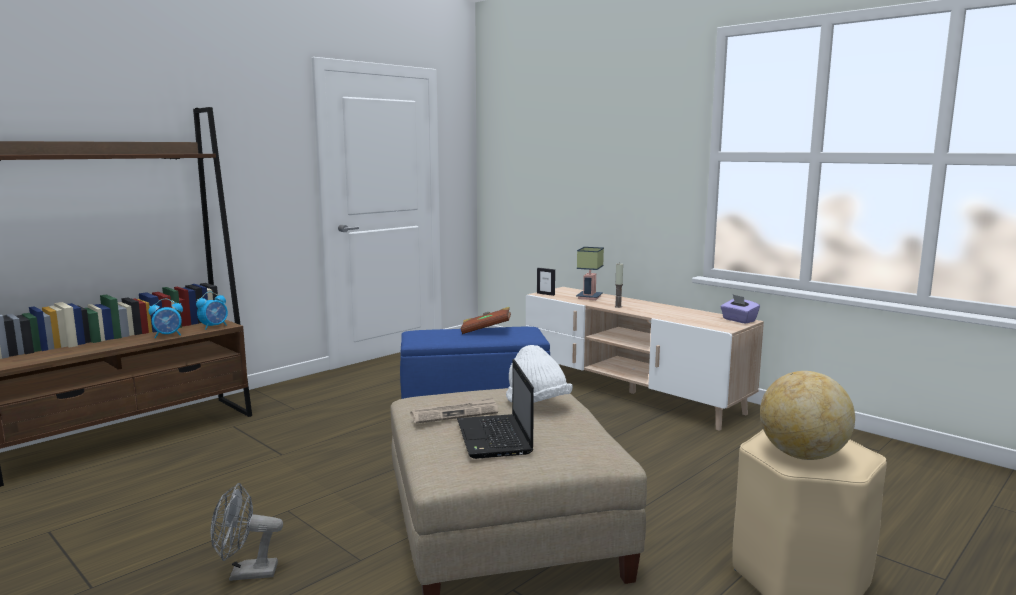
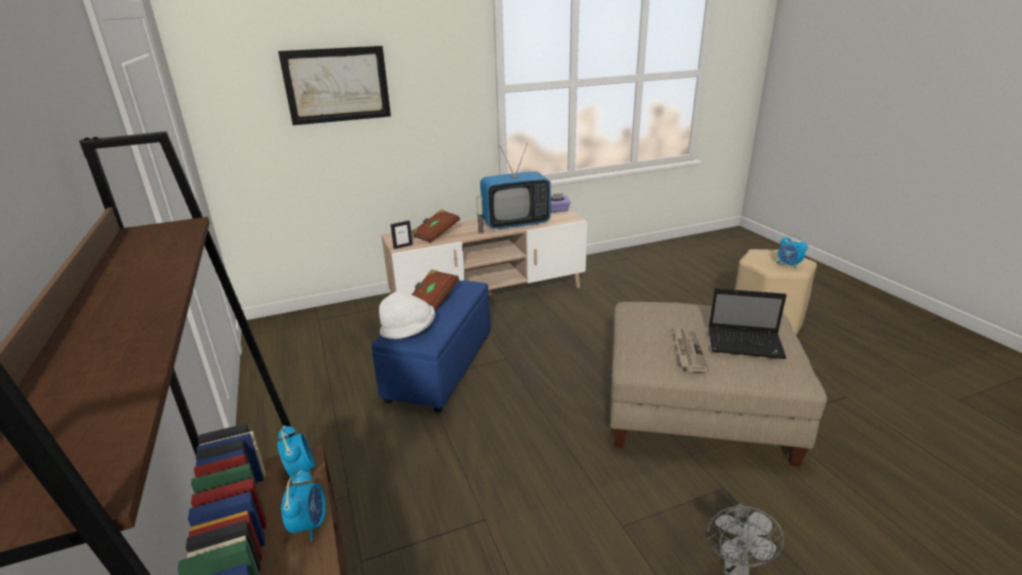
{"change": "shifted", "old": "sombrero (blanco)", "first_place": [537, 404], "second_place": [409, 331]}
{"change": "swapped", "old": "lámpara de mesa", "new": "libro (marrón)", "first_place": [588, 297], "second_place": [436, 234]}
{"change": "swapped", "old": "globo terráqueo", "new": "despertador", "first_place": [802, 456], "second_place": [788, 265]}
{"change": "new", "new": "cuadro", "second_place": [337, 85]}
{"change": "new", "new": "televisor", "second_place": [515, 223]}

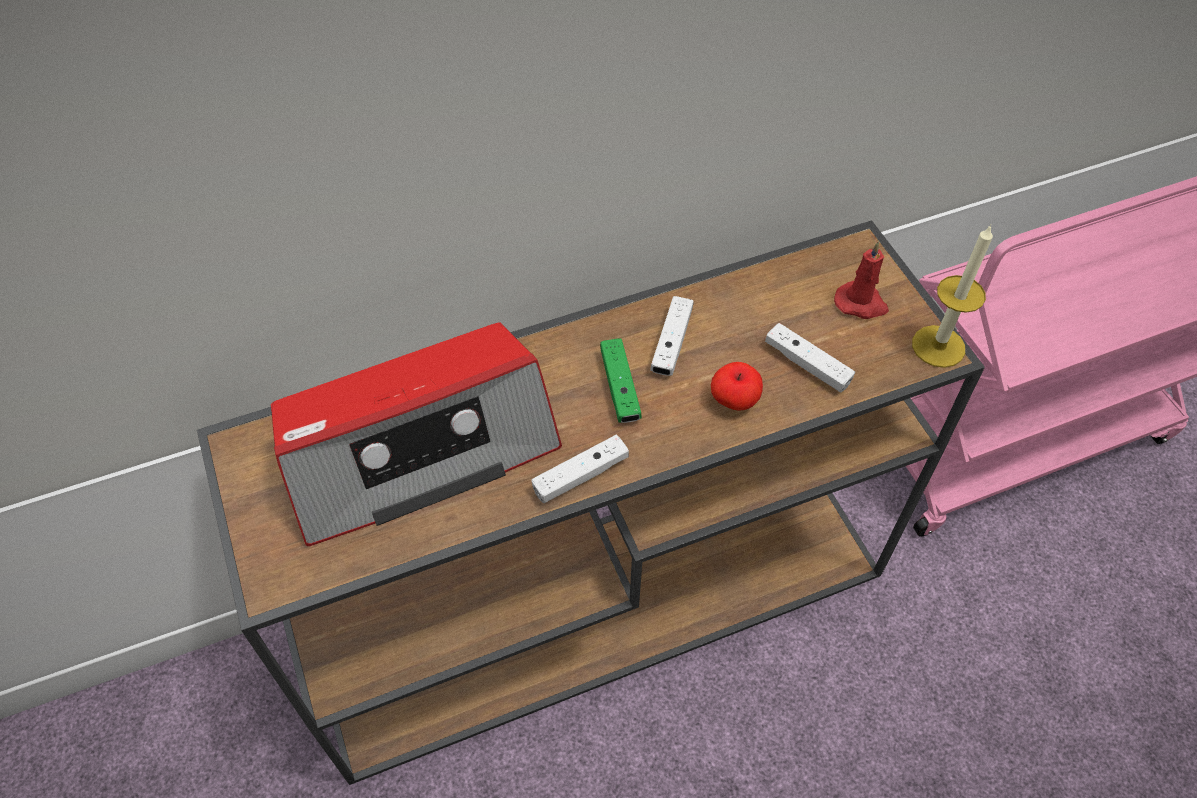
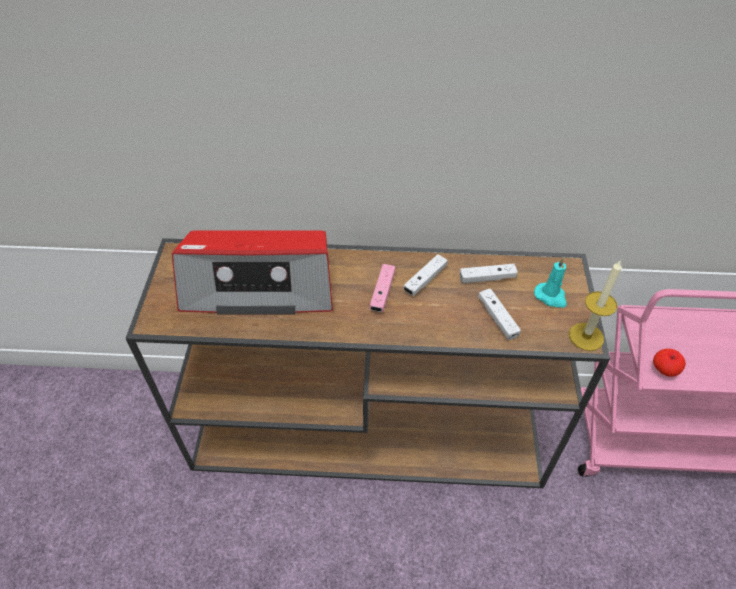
{"change": "shifted", "old": "mando de consola (blanco)", "first_place": [580, 475], "second_place": [487, 278]}
{"change": "repainted", "old": "mando de consola (verde)", "new": "mando de consola (rosa)", "first_place": [620, 387], "second_place": [382, 292]}
{"change": "shifted", "old": "manzana", "first_place": [734, 400], "second_place": [664, 370]}
{"change": "repainted", "old": "vela (rojo)", "new": "vela (turquesa)", "first_place": [861, 303], "second_place": [551, 297]}

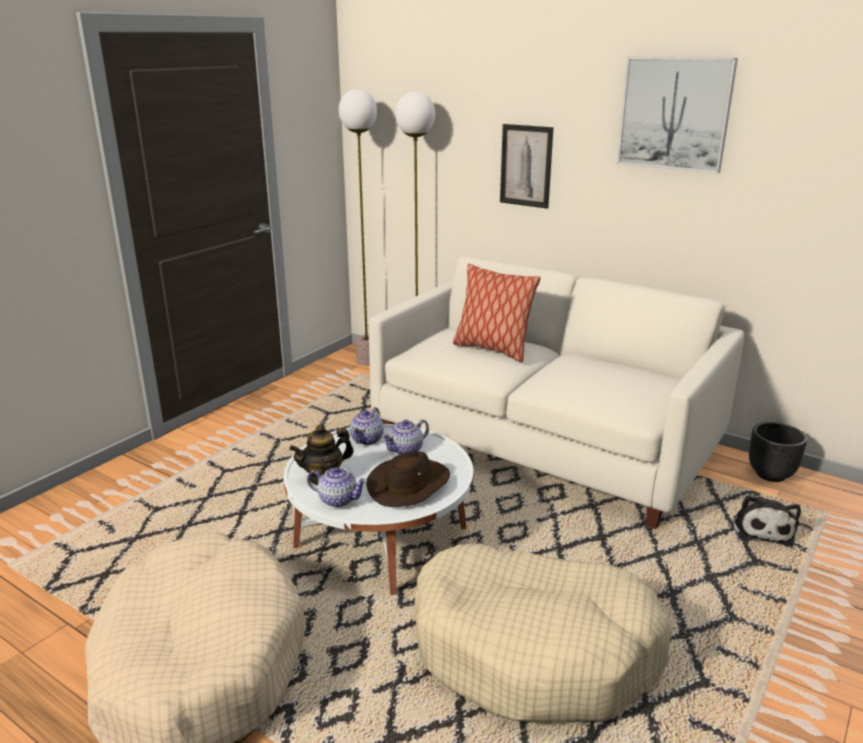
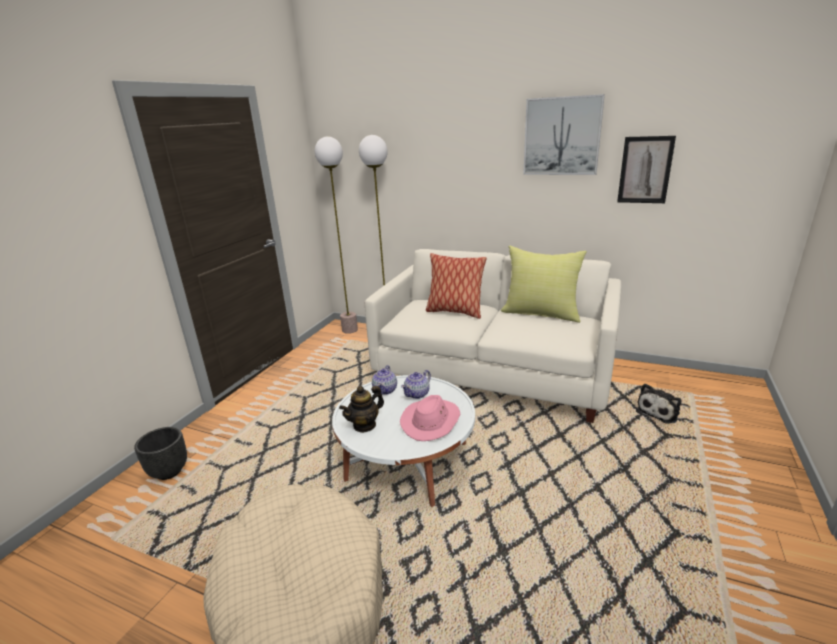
{"change": "gone", "old": "tetera", "first_place": [337, 499]}
{"change": "repainted", "old": "sombrero (marrón)", "new": "sombrero (rosa)", "first_place": [409, 485], "second_place": [431, 421]}
{"change": "gone", "old": "cama para perro (beis)", "first_place": [535, 650]}
{"change": "shifted", "old": "cuadro", "first_place": [526, 166], "second_place": [645, 170]}
{"change": "rotated", "old": "peluche", "first_place": [762, 529], "second_place": [659, 411], "degrees": 45}
{"change": "shifted", "old": "maceta (negro)", "first_place": [771, 475], "second_place": [170, 471]}
{"change": "new", "new": "cojín (amarillo)", "second_place": [541, 313]}

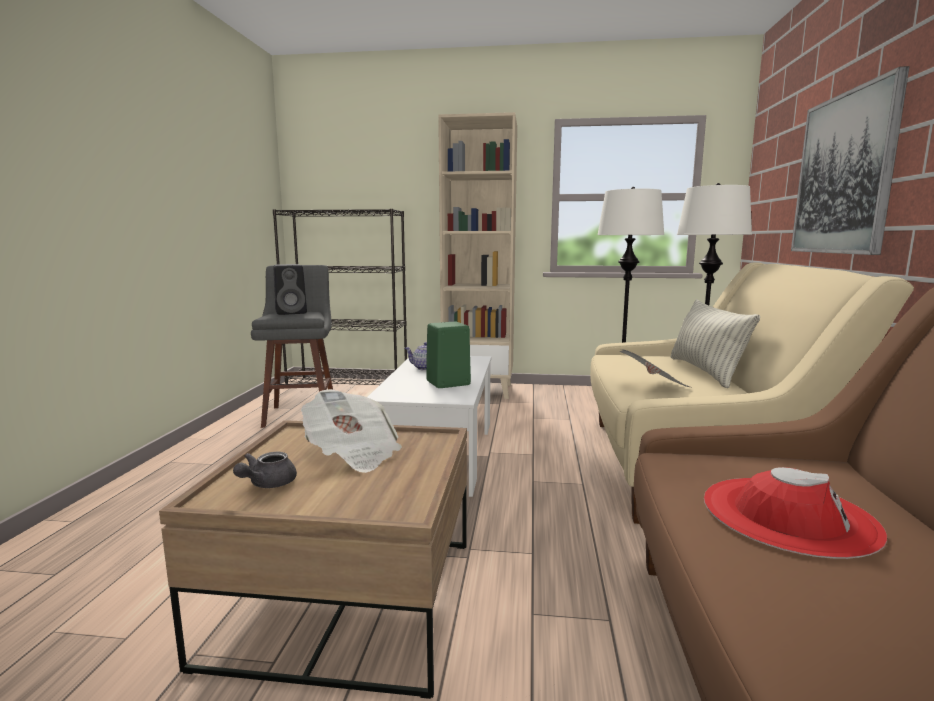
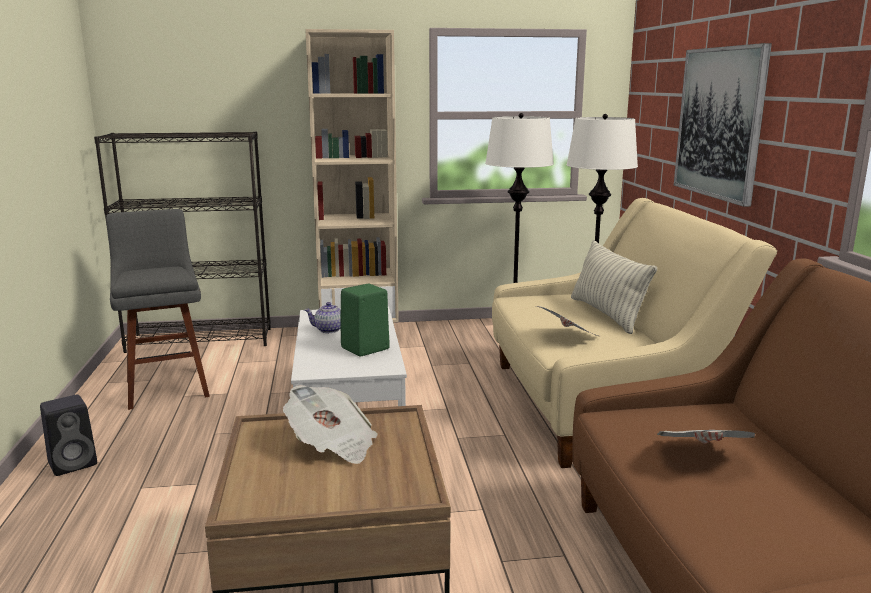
{"change": "gone", "old": "tetera (gris)", "first_place": [267, 484]}
{"change": "shifted", "old": "altavoz (negro)", "first_place": [292, 312], "second_place": [74, 463]}
{"change": "swapped", "old": "sombrero (rojo)", "new": "periódico", "first_place": [788, 515], "second_place": [701, 457]}

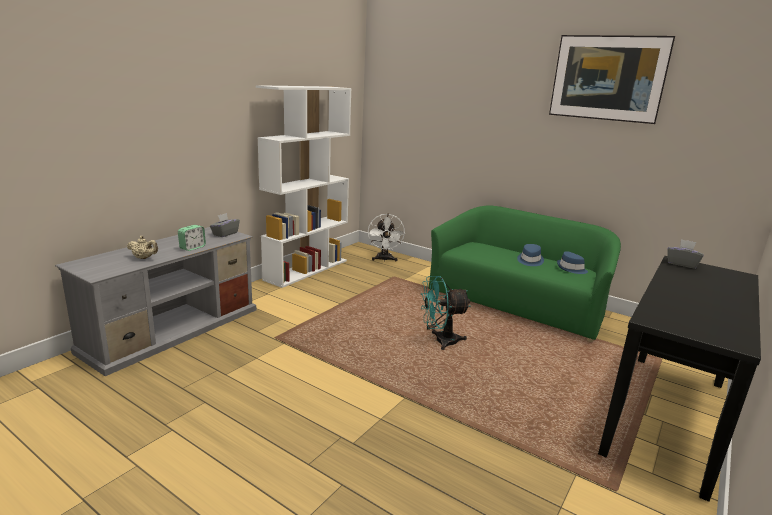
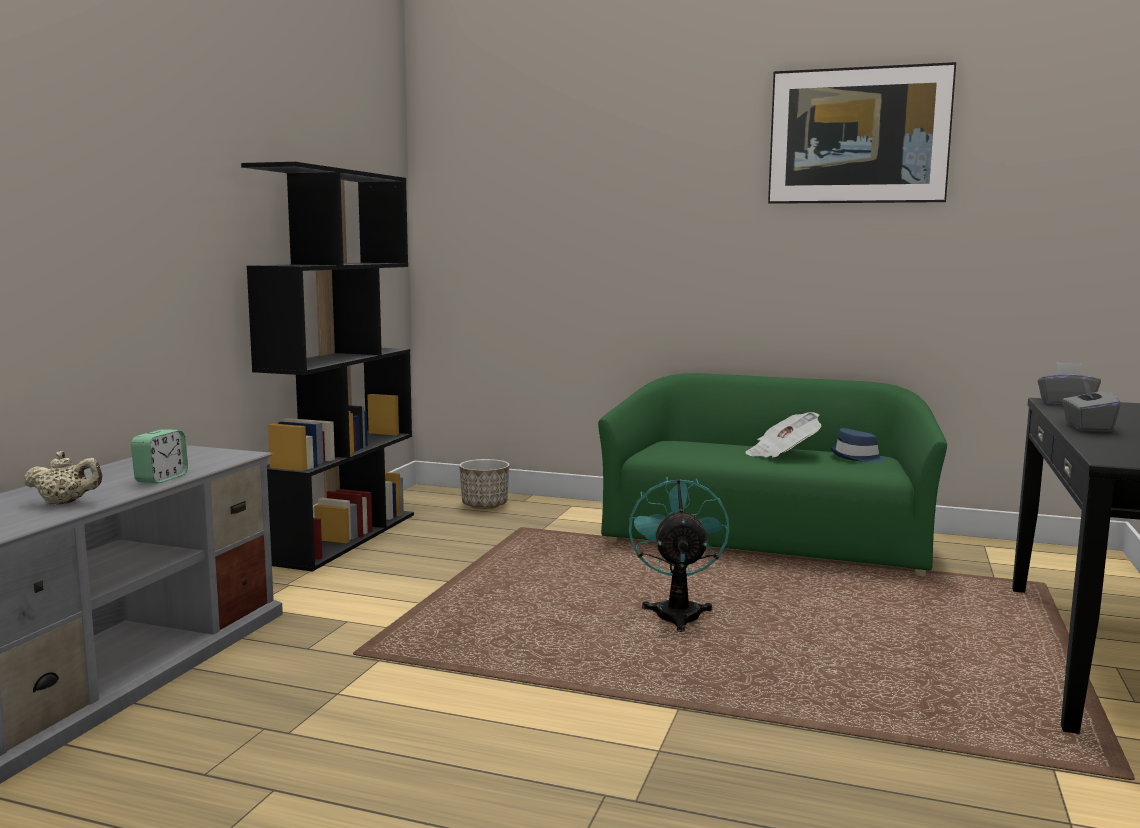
{"change": "shifted", "old": "caja de pañuelos (gris)", "first_place": [225, 234], "second_place": [1087, 427]}
{"change": "repainted", "old": "estantería (blanco)", "new": "estantería (negro)", "first_place": [306, 270], "second_place": [344, 537]}
{"change": "swapped", "old": "ventilador (blanco)", "new": "maceta", "first_place": [384, 260], "second_place": [485, 505]}
{"change": "rotated", "old": "ventilador (turquesa)", "first_place": [440, 341], "second_place": [677, 612], "degrees": 120}
{"change": "swapped", "old": "sombrero (azul)", "new": "periódico", "first_place": [529, 261], "second_place": [782, 454]}

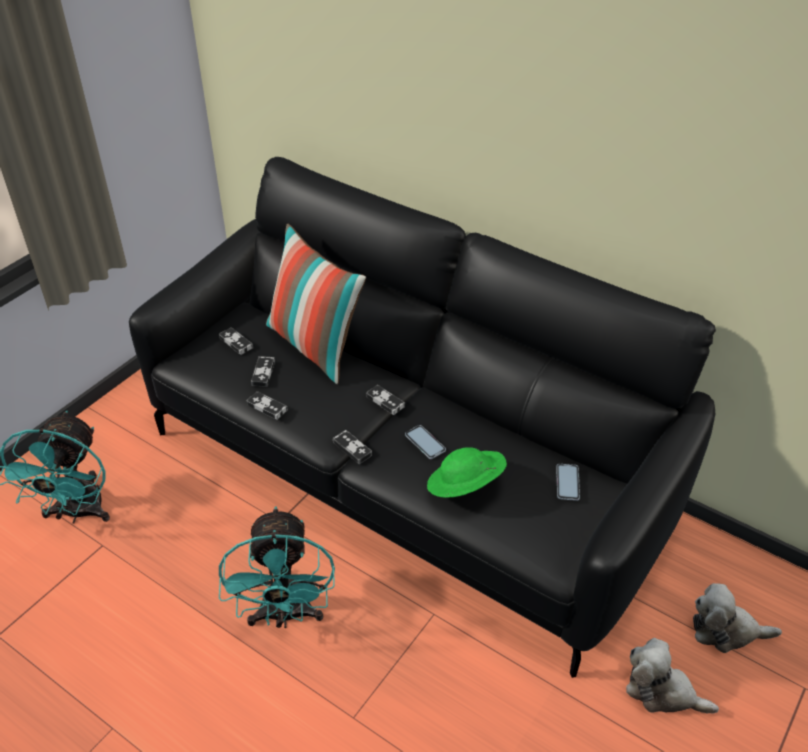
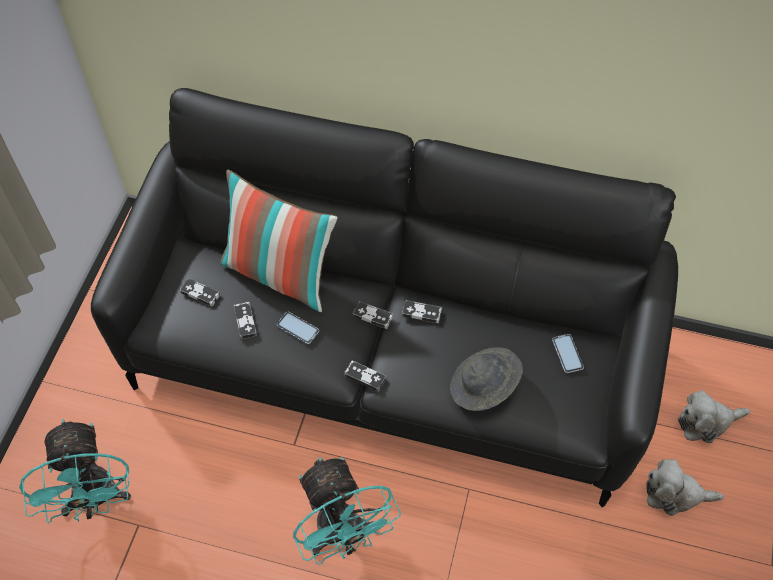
{"change": "shifted", "old": "mando de consola", "first_place": [267, 407], "second_place": [422, 313]}
{"change": "shifted", "old": "móvil", "first_place": [425, 442], "second_place": [298, 328]}
{"change": "repainted", "old": "sombrero (verde)", "new": "sombrero (gris)", "first_place": [465, 487], "second_place": [484, 387]}

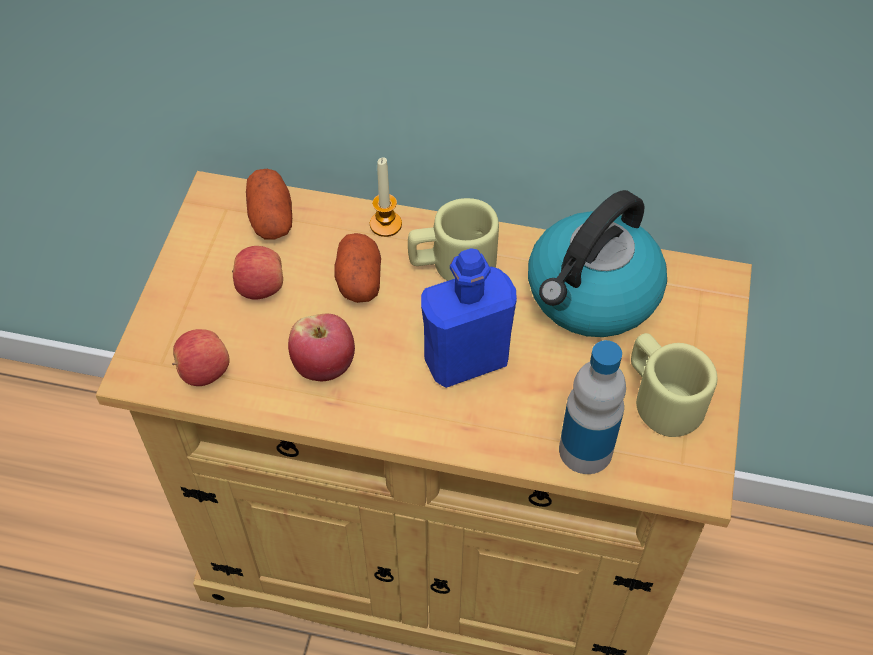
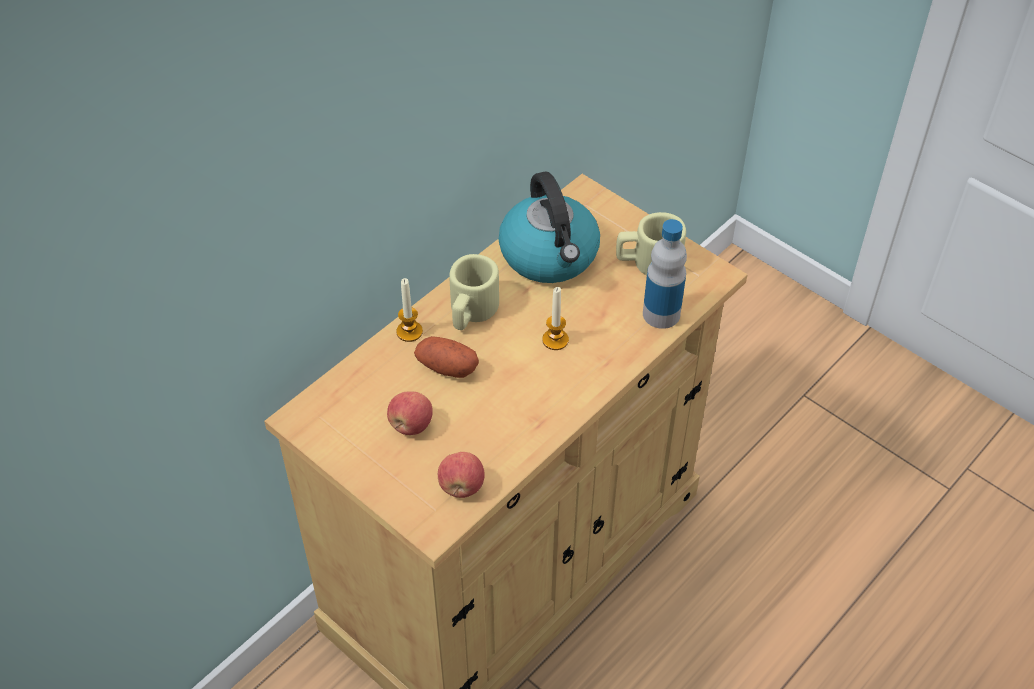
{"change": "gone", "old": "patata", "first_place": [271, 218]}
{"change": "gone", "old": "manzana", "first_place": [325, 366]}
{"change": "swapped", "old": "botella (azul)", "new": "vela", "first_place": [466, 360], "second_place": [555, 340]}

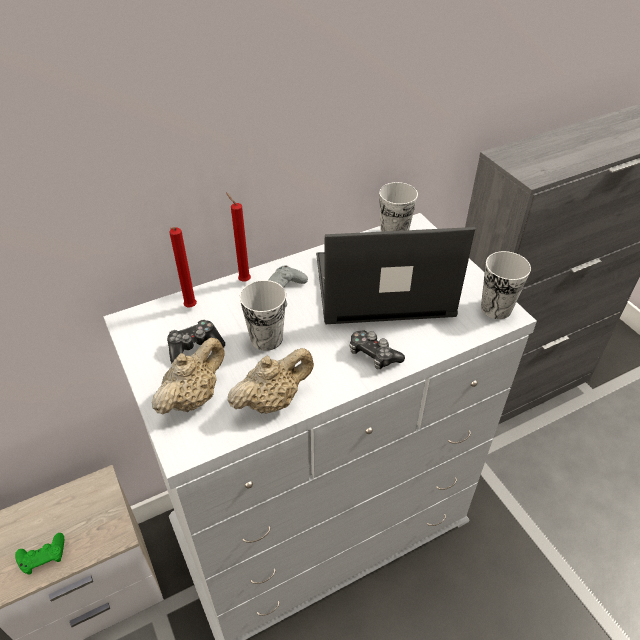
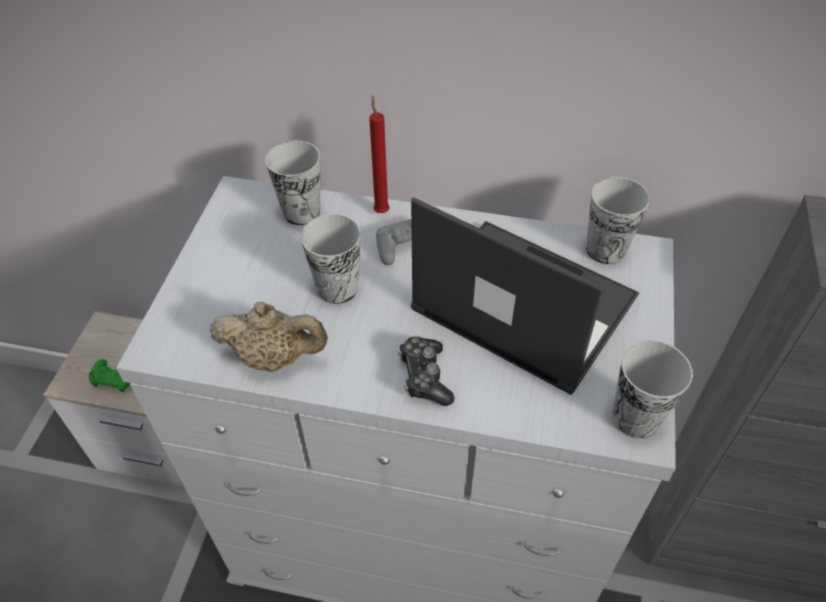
{"change": "gone", "old": "tetera (beis)", "first_place": [193, 397]}
{"change": "gone", "old": "mando de consola", "first_place": [194, 347]}
{"change": "swapped", "old": "vela (rojo)", "new": "taza", "first_place": [190, 308], "second_place": [301, 212]}

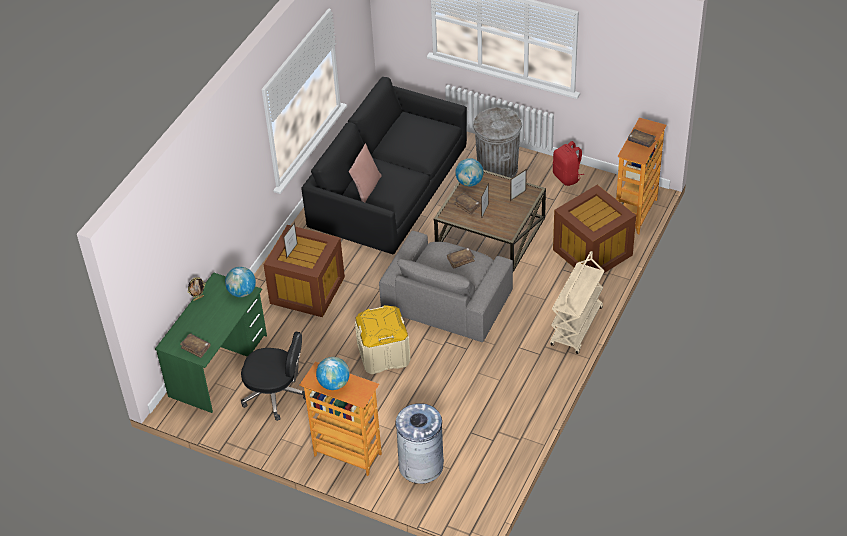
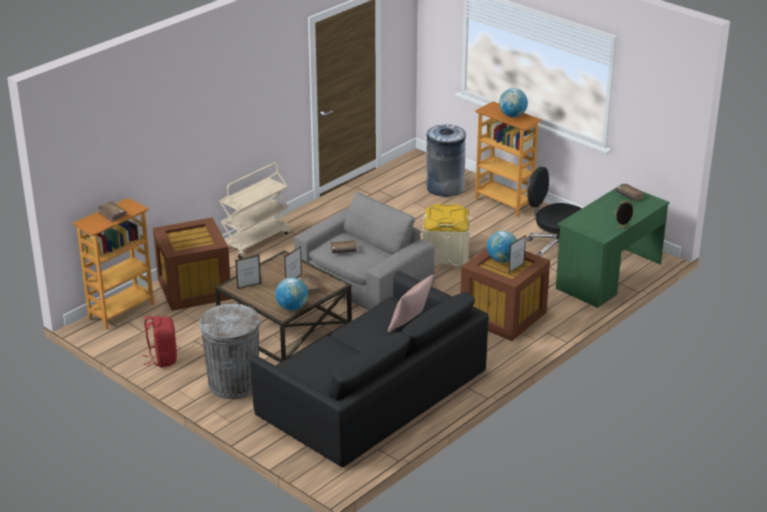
{"change": "shifted", "old": "globo terráqueo", "first_place": [242, 292], "second_place": [502, 260]}

